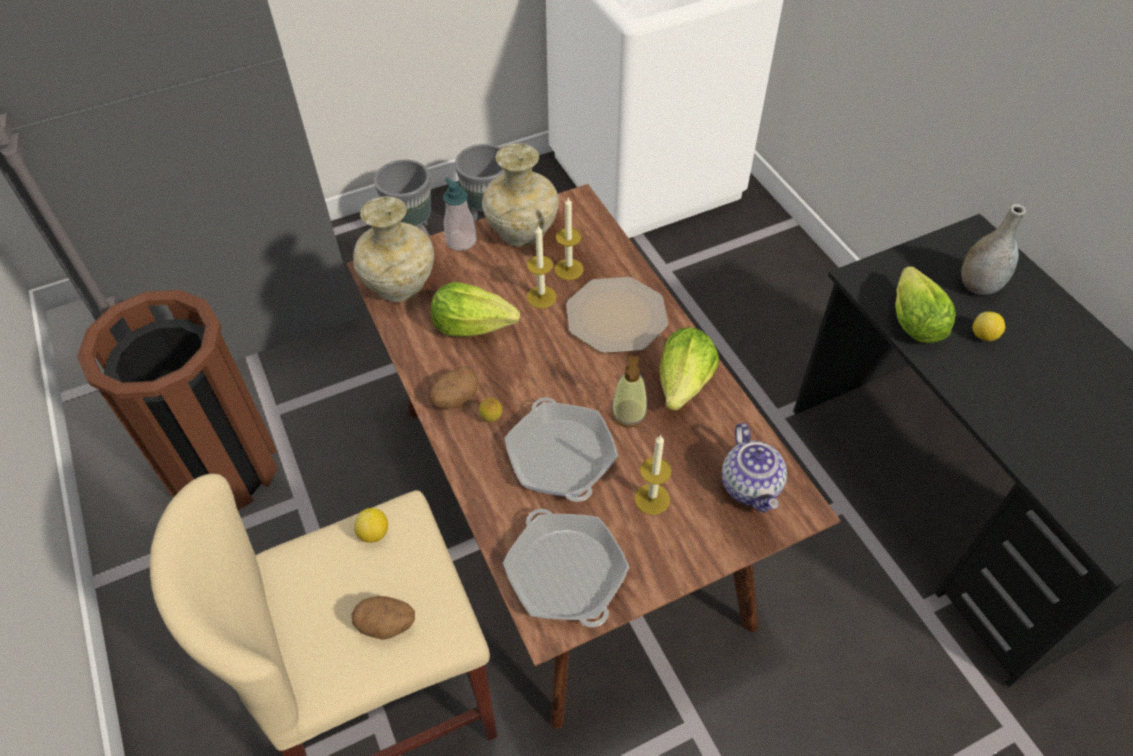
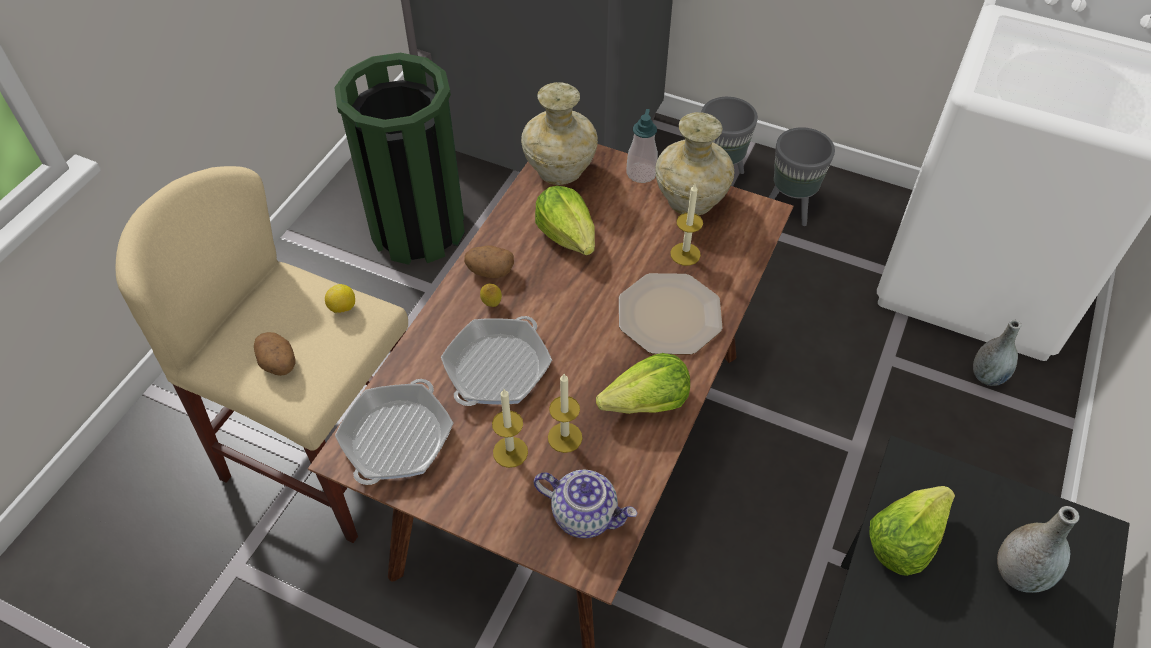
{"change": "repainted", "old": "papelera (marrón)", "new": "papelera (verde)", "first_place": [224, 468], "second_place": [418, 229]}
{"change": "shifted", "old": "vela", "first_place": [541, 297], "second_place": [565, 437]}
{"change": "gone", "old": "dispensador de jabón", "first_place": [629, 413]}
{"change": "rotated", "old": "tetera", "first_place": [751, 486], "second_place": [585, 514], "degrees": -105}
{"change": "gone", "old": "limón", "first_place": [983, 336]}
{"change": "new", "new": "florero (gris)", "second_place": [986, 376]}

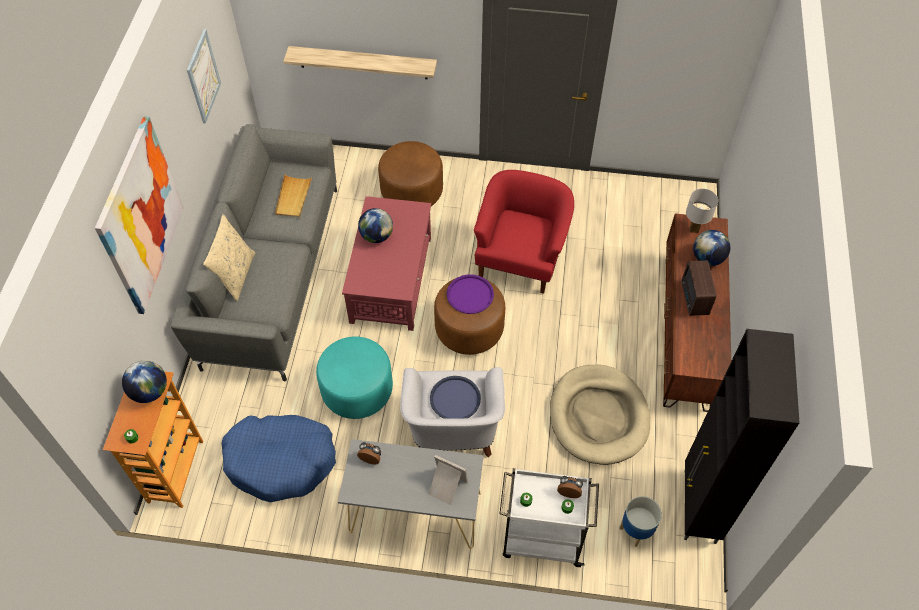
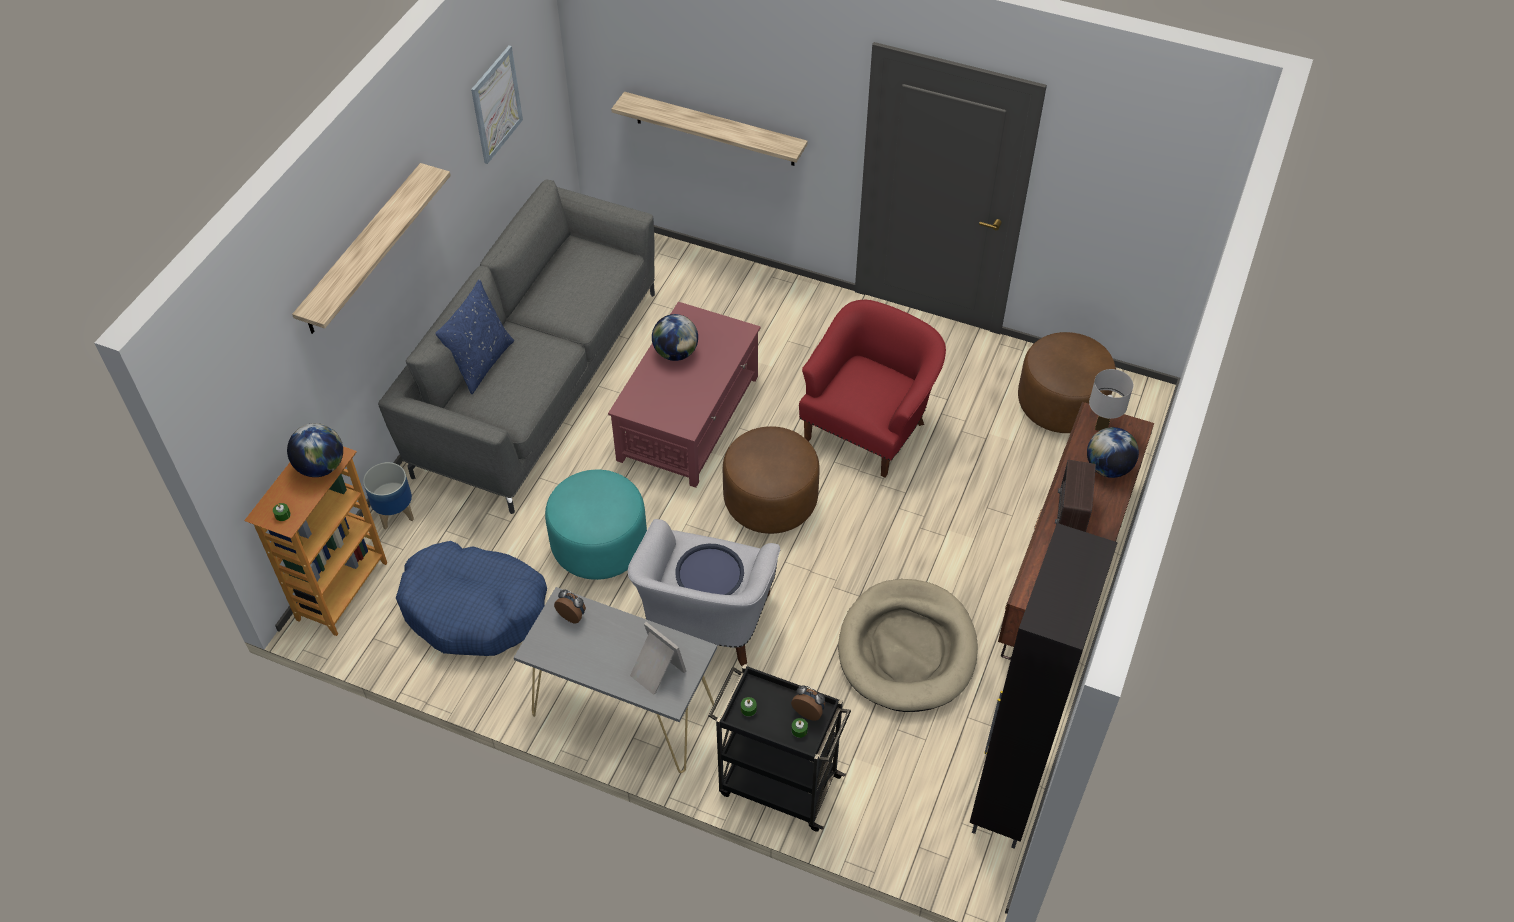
{"change": "swapped", "old": "cuadro", "new": "estante", "first_place": [140, 216], "second_place": [363, 250]}
{"change": "repainted", "old": "cojín (beis)", "new": "cojín (azul)", "first_place": [235, 275], "second_place": [481, 363]}
{"change": "gone", "old": "bandeja (beis)", "first_place": [293, 197]}
{"change": "shifted", "old": "puf (marrón)", "first_place": [411, 191], "second_place": [1061, 403]}
{"change": "gone", "old": "bandeja (morado)", "first_place": [470, 295]}
{"change": "repainted", "old": "carrito (blanco)", "new": "carrito (negro)", "first_place": [541, 539], "second_place": [777, 784]}
{"change": "shifted", "old": "maceta", "first_place": [635, 530], "second_place": [395, 513]}

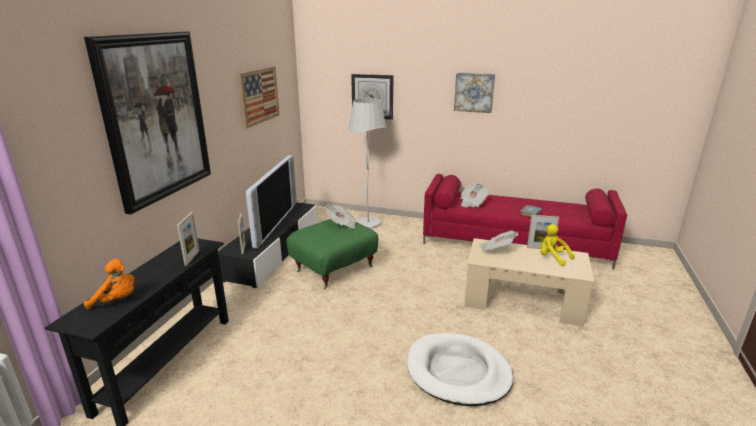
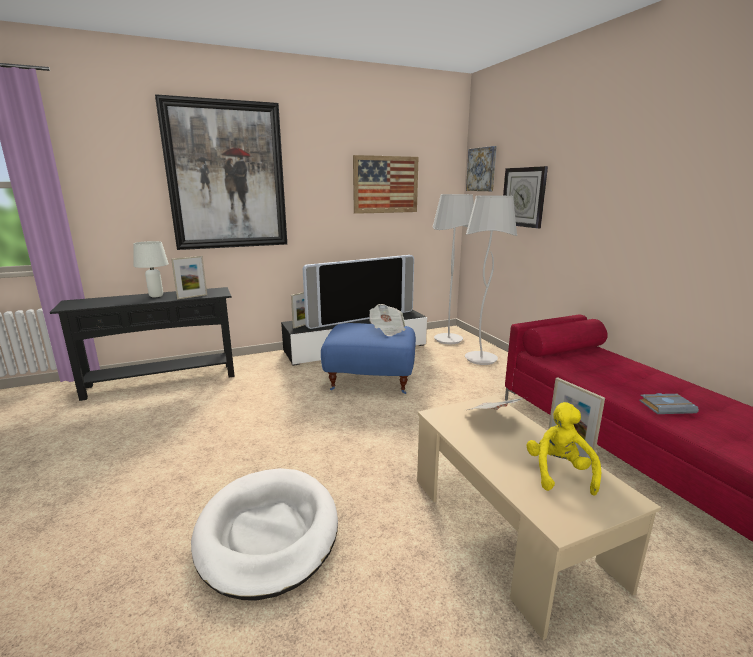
{"change": "gone", "old": "peluche (naranja)", "first_place": [117, 300]}
{"change": "repainted", "old": "puf (verde)", "new": "puf (azul)", "first_place": [334, 268], "second_place": [371, 379]}
{"change": "shifted", "old": "cuadro", "first_place": [474, 92], "second_place": [481, 169]}
{"change": "gone", "old": "periódico", "first_place": [472, 203]}
{"change": "new", "new": "lámpara de mesa (blanco)", "second_place": [156, 296]}
{"change": "new", "new": "lámpara de pie (blanco)", "second_place": [448, 340]}

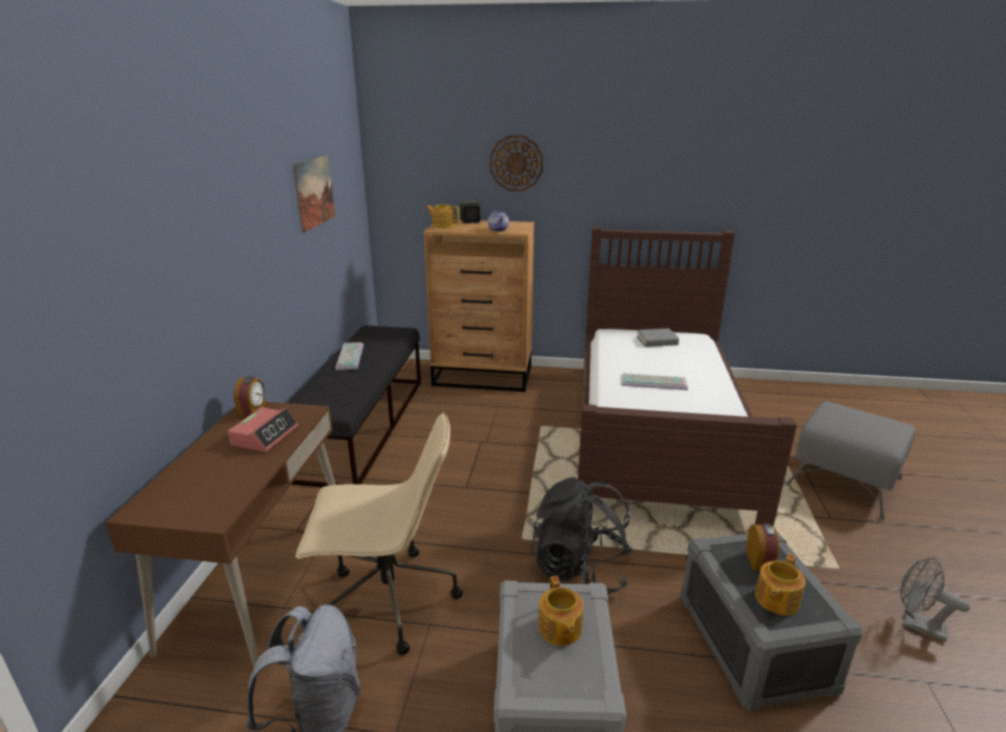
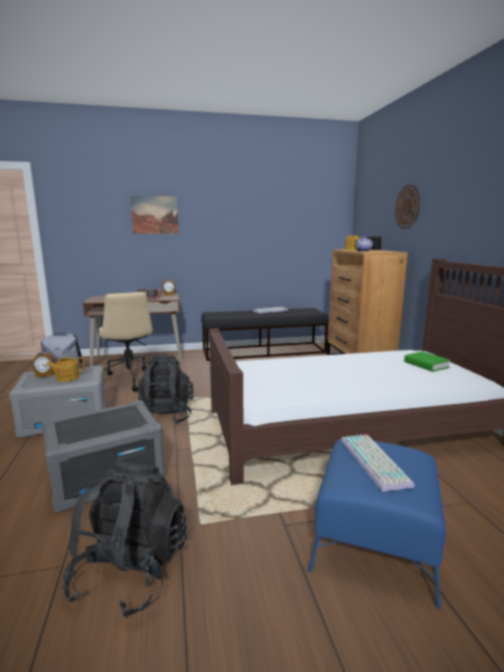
{"change": "shifted", "old": "cuadro", "first_place": [314, 192], "second_place": [155, 215]}
{"change": "shifted", "old": "teclado", "first_place": [654, 382], "second_place": [376, 462]}
{"change": "repainted", "old": "libro (gris)", "new": "libro (verde)", "first_place": [657, 341], "second_place": [426, 365]}
{"change": "shifted", "old": "despertador", "first_place": [759, 561], "second_place": [45, 375]}
{"change": "gone", "old": "tetera", "first_place": [775, 599]}
{"change": "repainted", "old": "puf (gris)", "new": "puf (azul)", "first_place": [845, 481], "second_place": [373, 544]}
{"change": "swapped", "old": "ventilador (gris)", "new": "mochila (negro)", "first_place": [916, 625], "second_place": [131, 571]}

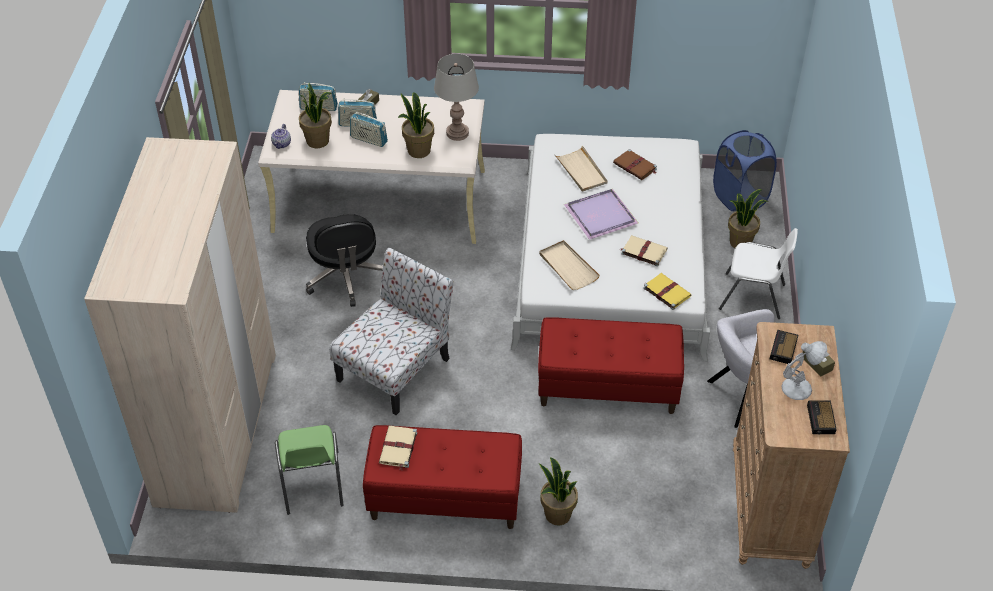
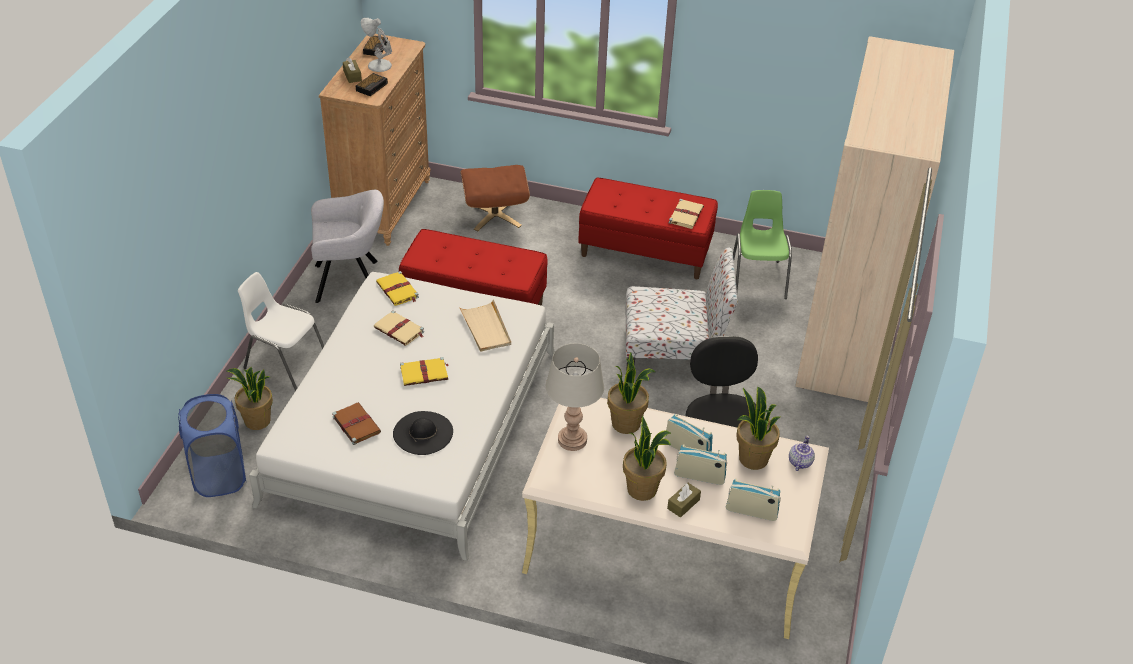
{"change": "rotated", "old": "silla", "first_place": [396, 368], "second_place": [673, 356], "degrees": -135}
{"change": "shifted", "old": "planta en maceta", "first_place": [557, 514], "second_place": [642, 489]}
{"change": "swapped", "old": "bandeja (beis)", "new": "sombrero (negro)", "first_place": [581, 171], "second_place": [423, 433]}
{"change": "swapped", "old": "bandeja (morado)", "new": "libro (amarillo)", "first_place": [602, 216], "second_place": [425, 373]}
{"change": "new", "new": "puf (marrón)", "second_place": [495, 215]}

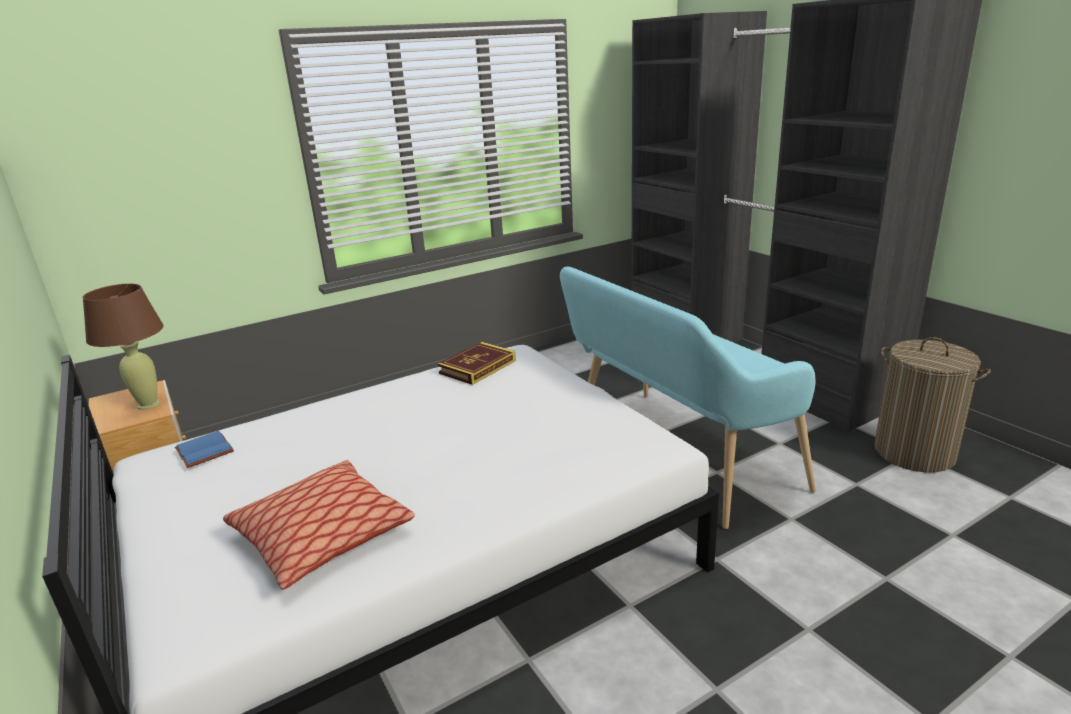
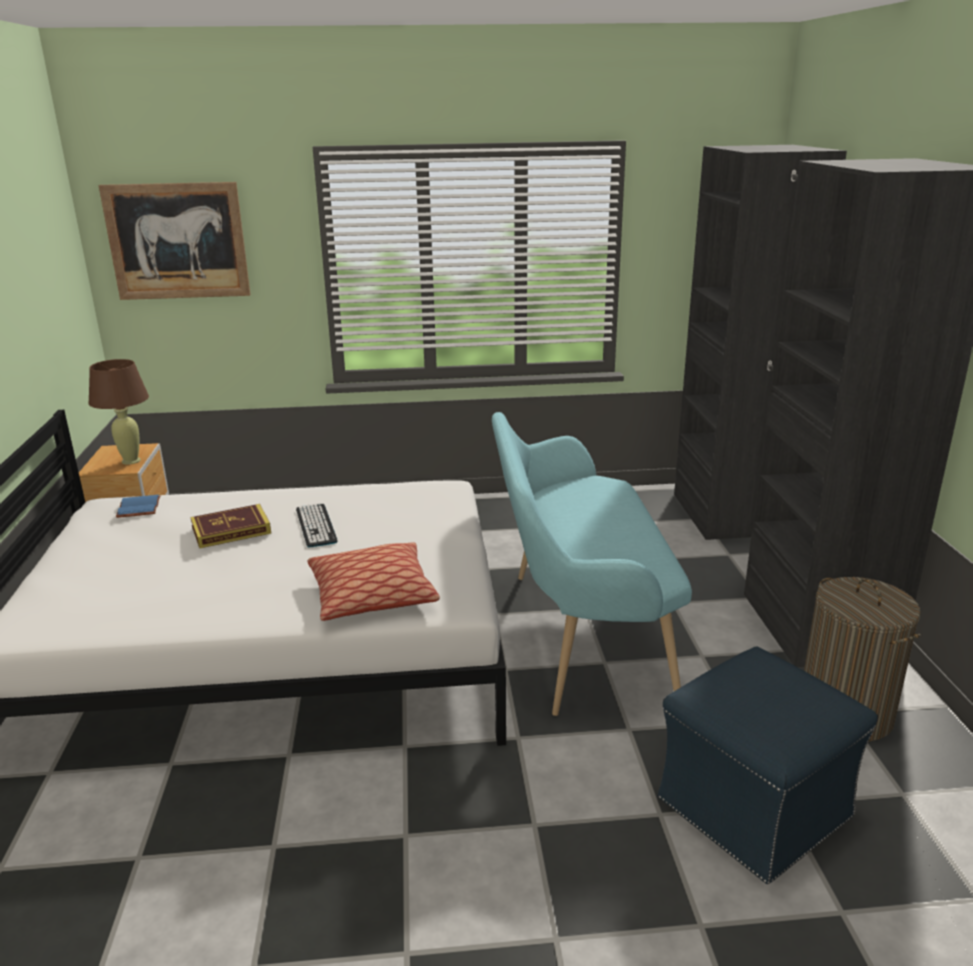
{"change": "shifted", "old": "cojín", "first_place": [323, 536], "second_place": [372, 595]}
{"change": "shifted", "old": "libro", "first_place": [477, 367], "second_place": [231, 530]}
{"change": "new", "new": "cuadro", "second_place": [177, 241]}
{"change": "new", "new": "teclado", "second_place": [316, 525]}
{"change": "new", "new": "puf (azul)", "second_place": [752, 809]}

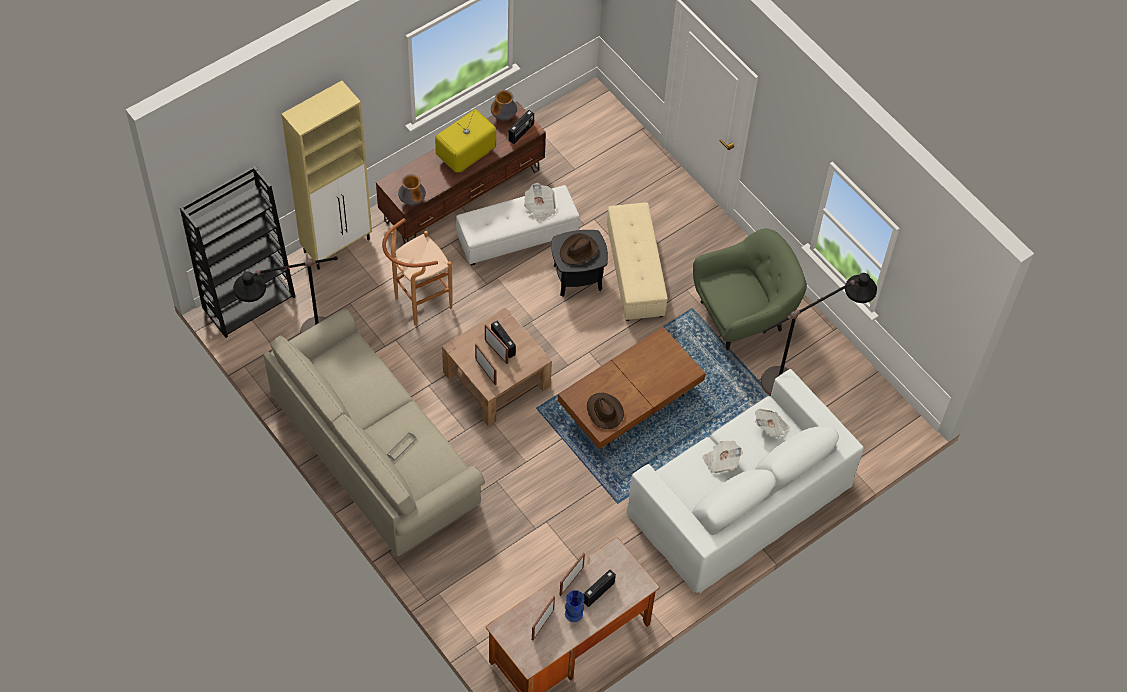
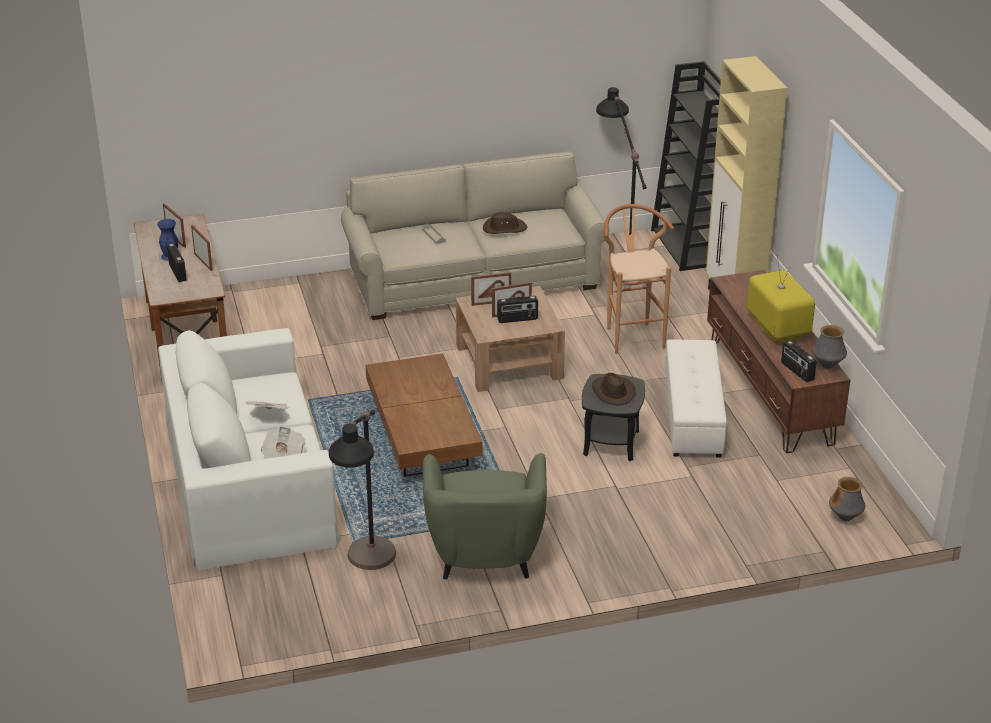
{"change": "shifted", "old": "florero", "first_place": [412, 200], "second_place": [845, 517]}
{"change": "gone", "old": "periódico", "first_place": [540, 208]}
{"change": "shifted", "old": "sombrero (marrón)", "first_place": [604, 412], "second_place": [504, 228]}
{"change": "gone", "old": "puf (beis)", "first_place": [635, 272]}

